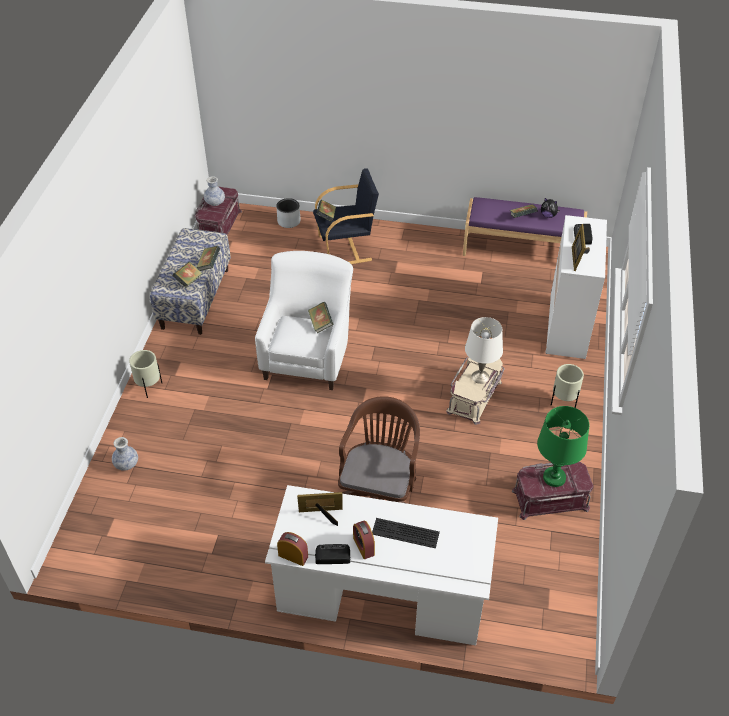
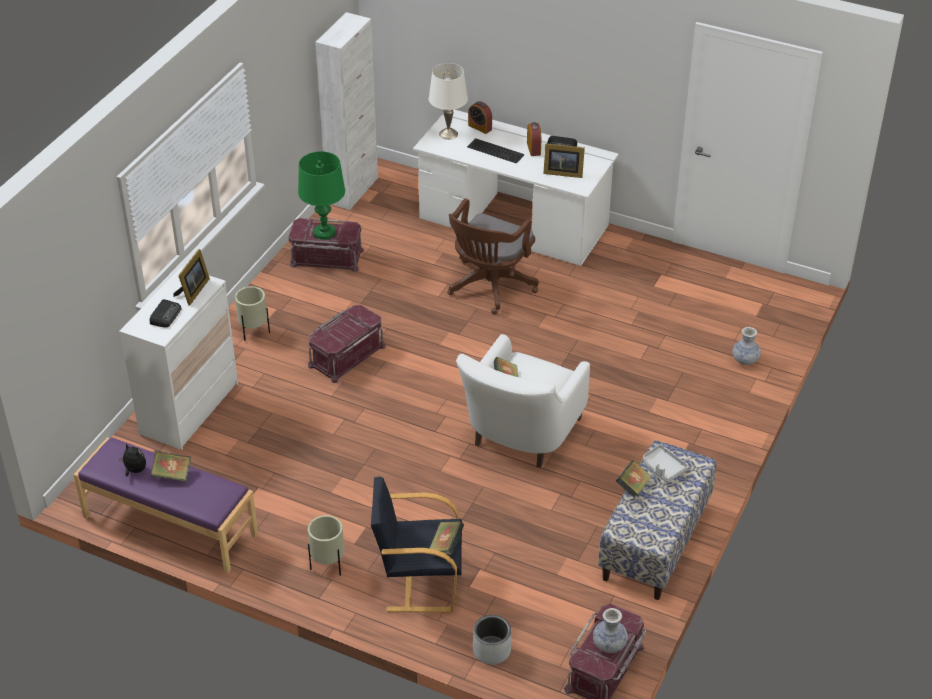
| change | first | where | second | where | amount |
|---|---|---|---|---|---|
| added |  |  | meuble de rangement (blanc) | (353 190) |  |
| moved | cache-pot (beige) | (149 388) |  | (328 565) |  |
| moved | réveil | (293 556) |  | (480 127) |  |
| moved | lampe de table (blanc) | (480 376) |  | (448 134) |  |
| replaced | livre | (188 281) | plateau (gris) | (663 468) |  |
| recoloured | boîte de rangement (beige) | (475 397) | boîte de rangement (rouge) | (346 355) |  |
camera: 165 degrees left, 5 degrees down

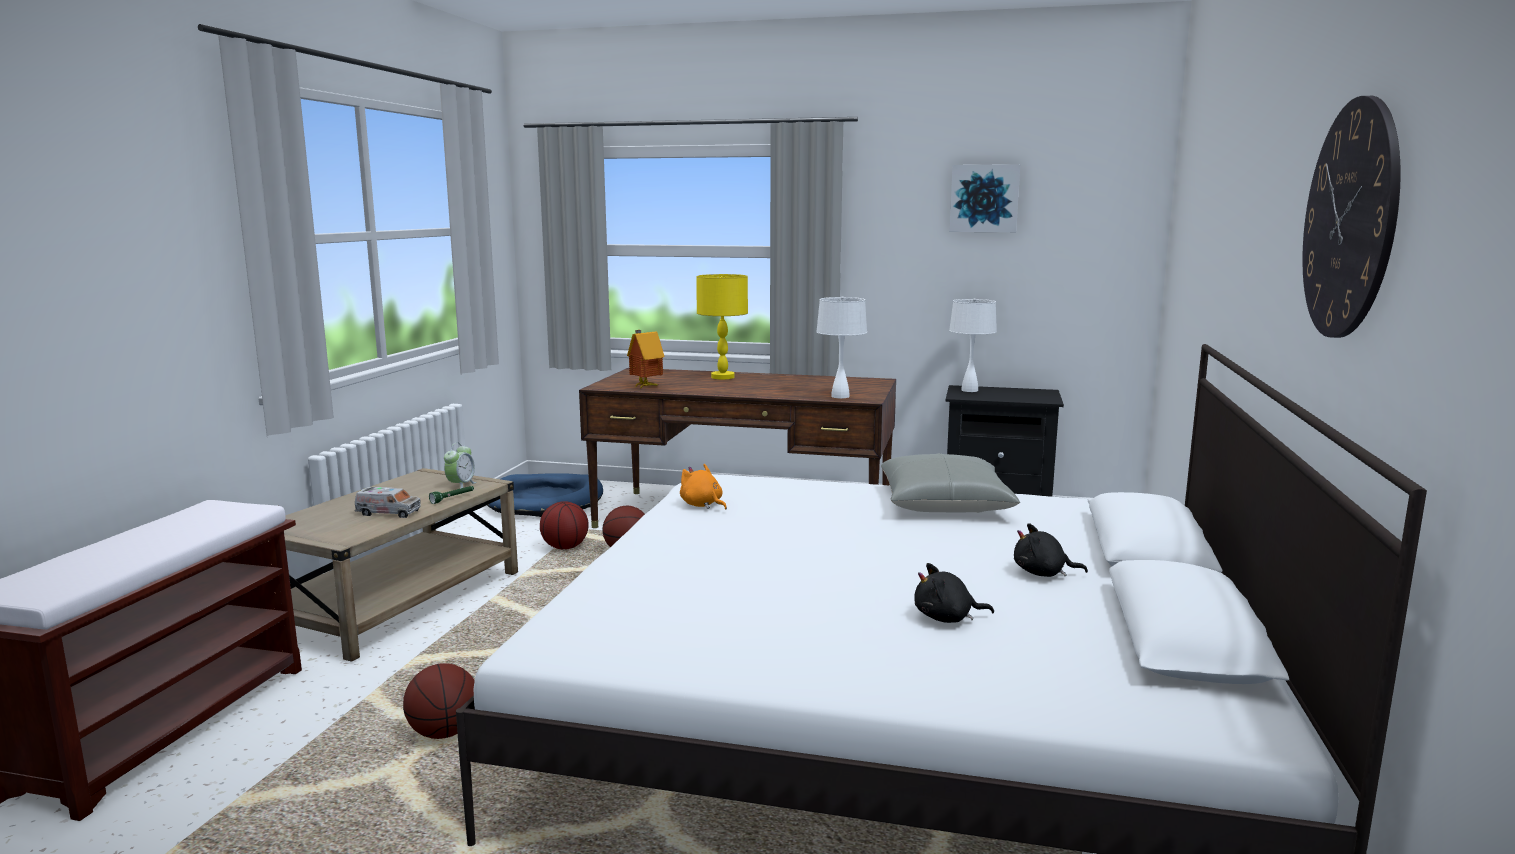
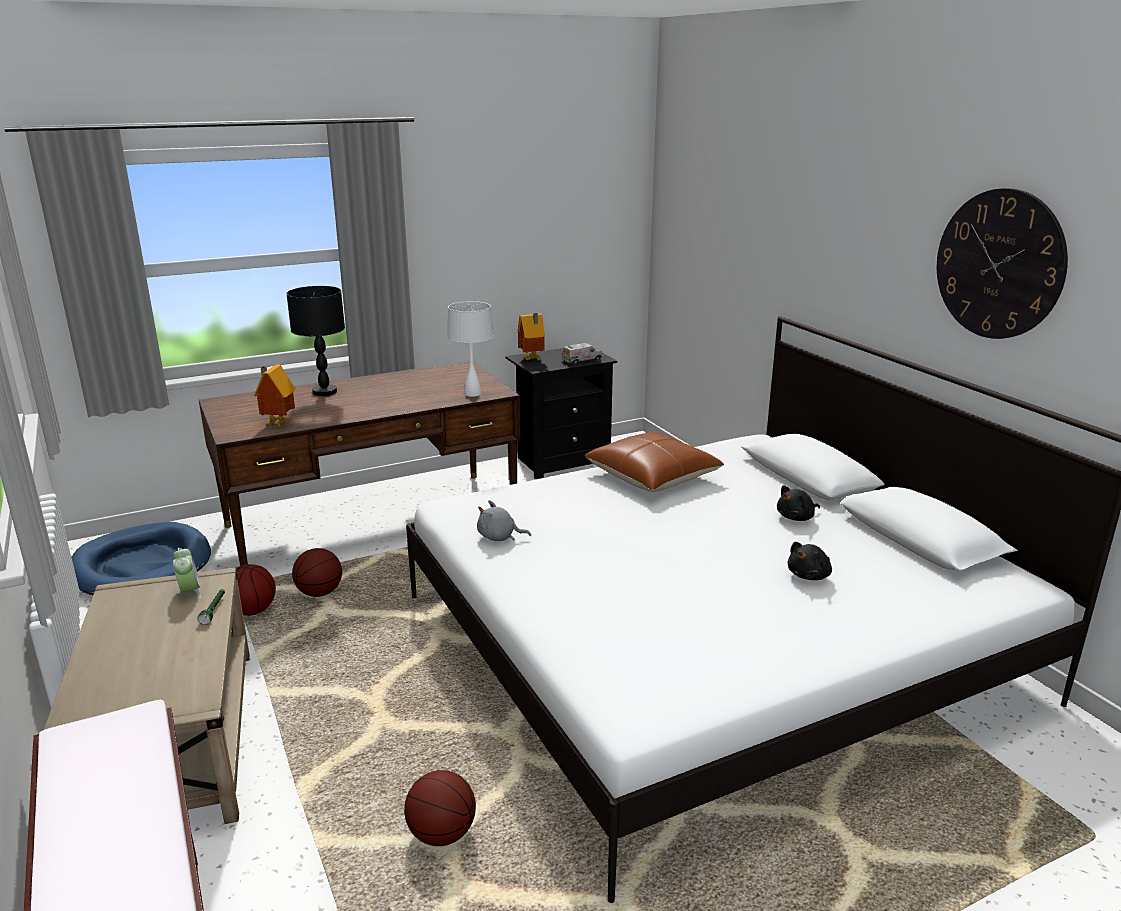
| change | first | where | second | where | amount |
|---|---|---|---|---|---|
| removed | tableau | (984 198) |  |  |  |
| moved | camion jouet | (388 513) |  | (581 360) |  |
| replaced | lampe de table (blanc) | (970 390) | maison miniature | (532 359) |  |
| recoloured | peluche (orange) | (702 505) | peluche (gris) | (499 537) |  |
| recoloured | lampe de table (jaune) | (722 377) | lampe de table (noir) | (325 392) |  |
| recoloured | coussin (gris) | (944 503) | coussin (marron) | (652 476) |  |
camera: 40 degrees left, 10 degrees up

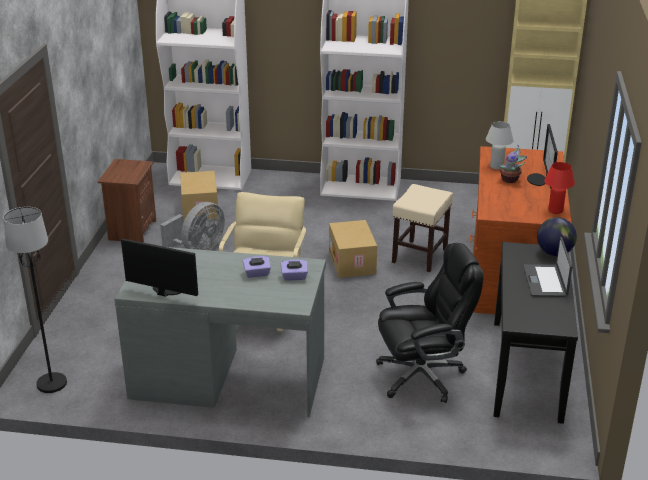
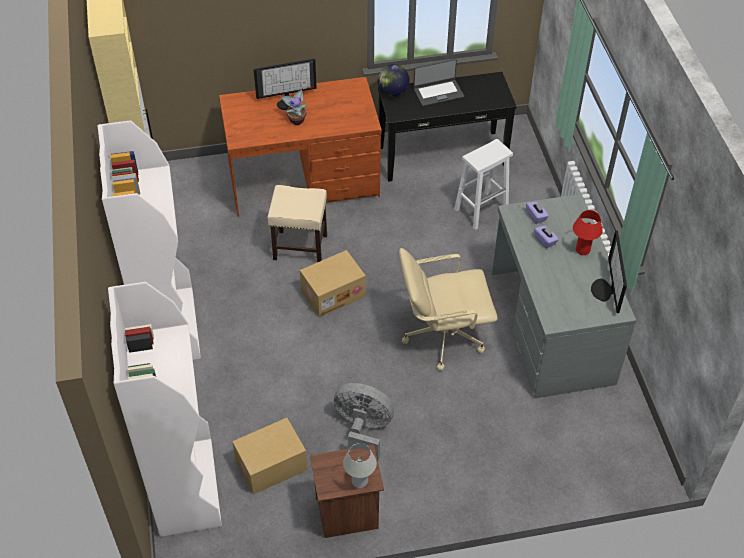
| change | first | where | second | where | amount |
|---|---|---|---|---|---|
| removed | lampadaire (noir) | (51 383) |  |  |  |
| moved | lampe de table (blanc) | (496 166) |  | (359 481) |  |
| moved | lampe de table (rouge) | (555 210) |  | (582 250) |  |
| replaced | chaise de bureau (noir) | (422 376) | tabouret (blanc) | (481 210) |  |
camera: 110 degrees left, 20 degrees up

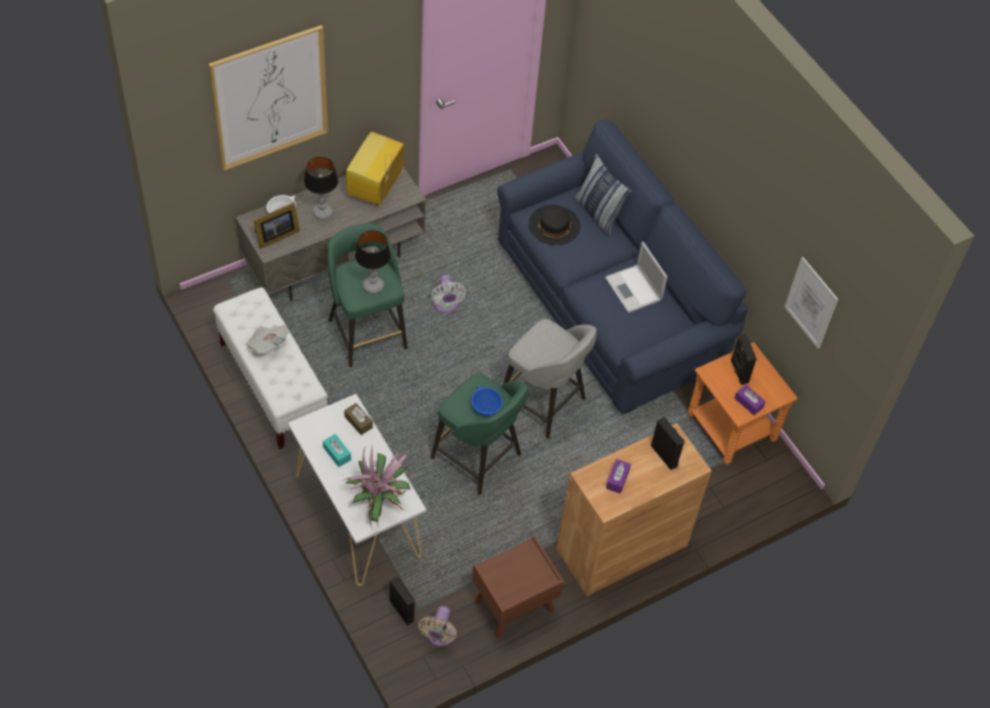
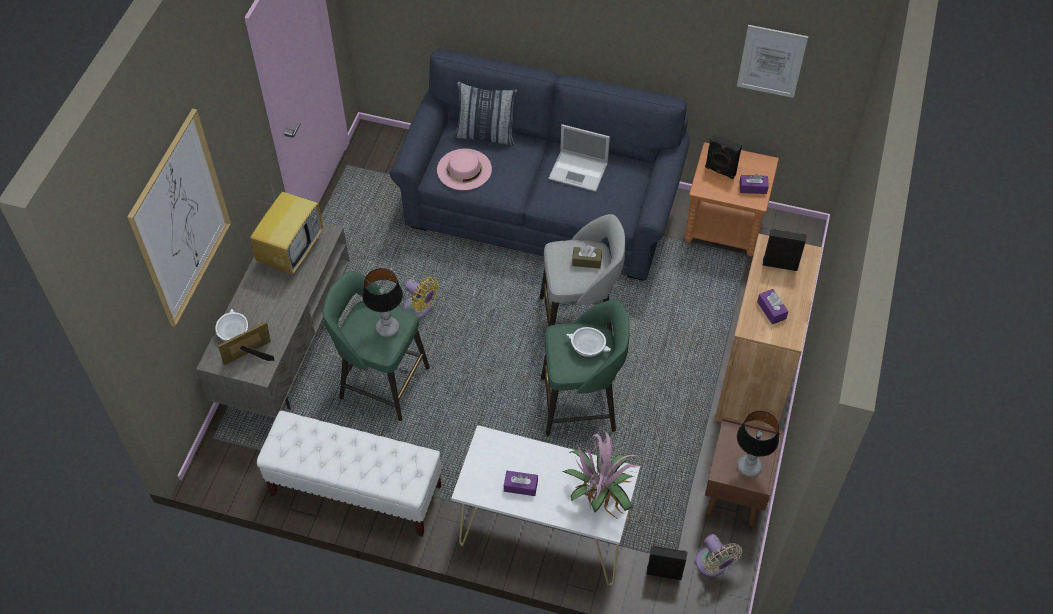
| change | first | where | second | where | amount |
|---|---|---|---|---|---|
| removed | journal | (268 344) |  |  |  |
| moved | lampe de table | (323 213) |  | (749 467) |  |
| moved | boîte à mouchoirs (marron) | (358 422) |  | (586 261) |  |
| recoloured | boîte à mouchoirs (turquoise) | (337 453) | boîte à mouchoirs (violet) | (520 486) |  |
| recoloured | ventilateur (blanc) | (446 305) | ventilateur (jaune) | (420 308) |  |
| recoloured | bol (bleu) | (485 407) | bol (blanc) | (587 347) |  |
| recoloured | chapeau (noir) | (554 225) | chapeau (rose) | (464 169) |  |
| turned | cadre photo | (275 236) |  | (251 356) | 135 degrees counterclockwise |
| turned | téléviseur | (376 188) |  | (291 250) | 135 degrees counterclockwise |
camera: 40 degrees left, 0 degrees up

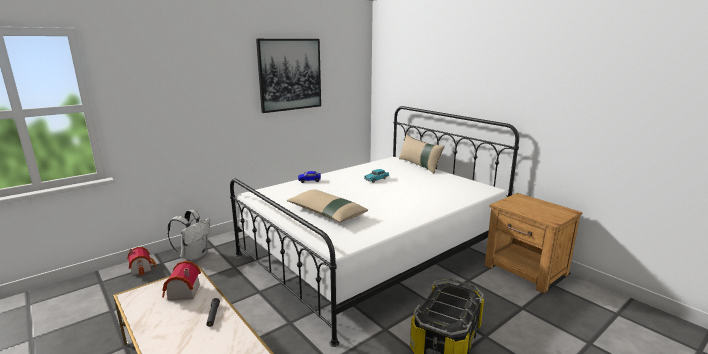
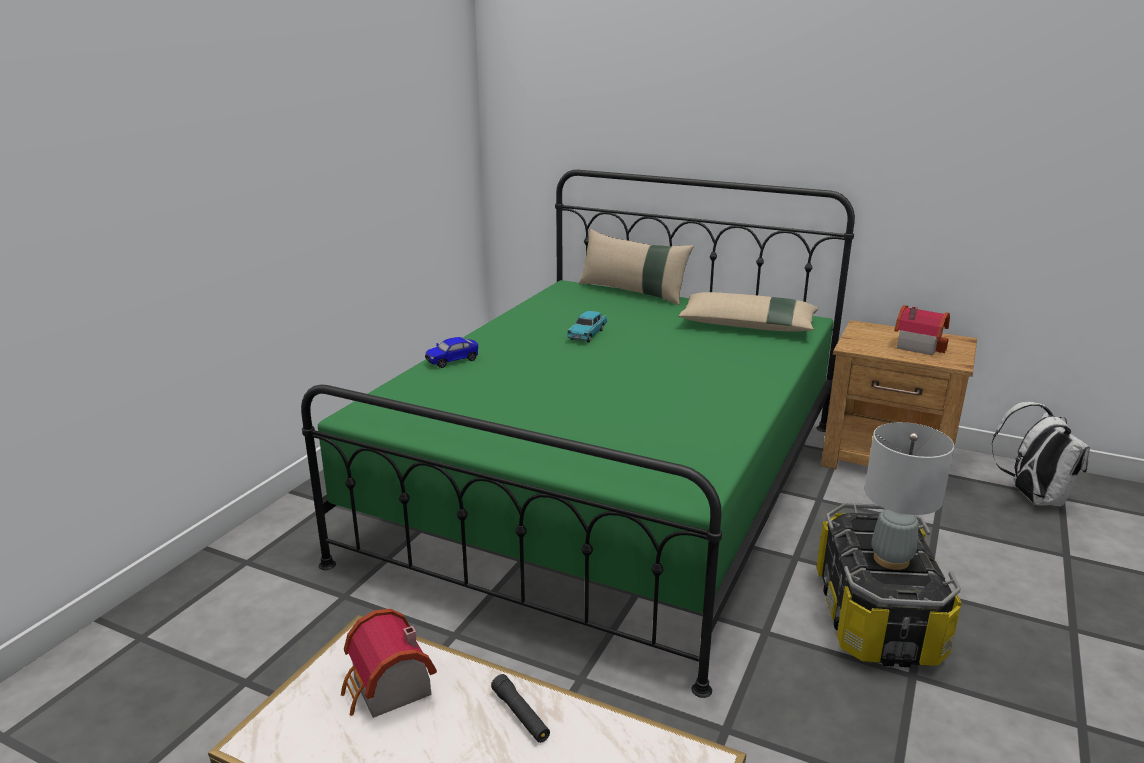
| change | first | where | second | where | amount |
|---|---|---|---|---|---|
| removed | tableau | (290 74) |  |  |  |
| added |  |  | lampe de table (gris) | (891 559) |  |
| moved | maison miniature | (142 268) |  | (918 345) |  |
| moved | sac à dos (blanc) | (194 256) |  | (1032 497) |  |
| moved | coussin (beige) | (326 213) |  | (747 326) |  |
| recoloured | lit (blanc) | (372 251) | lit (vert) | (609 487) |  |
camera: 25 degrees left, 5 degrees up

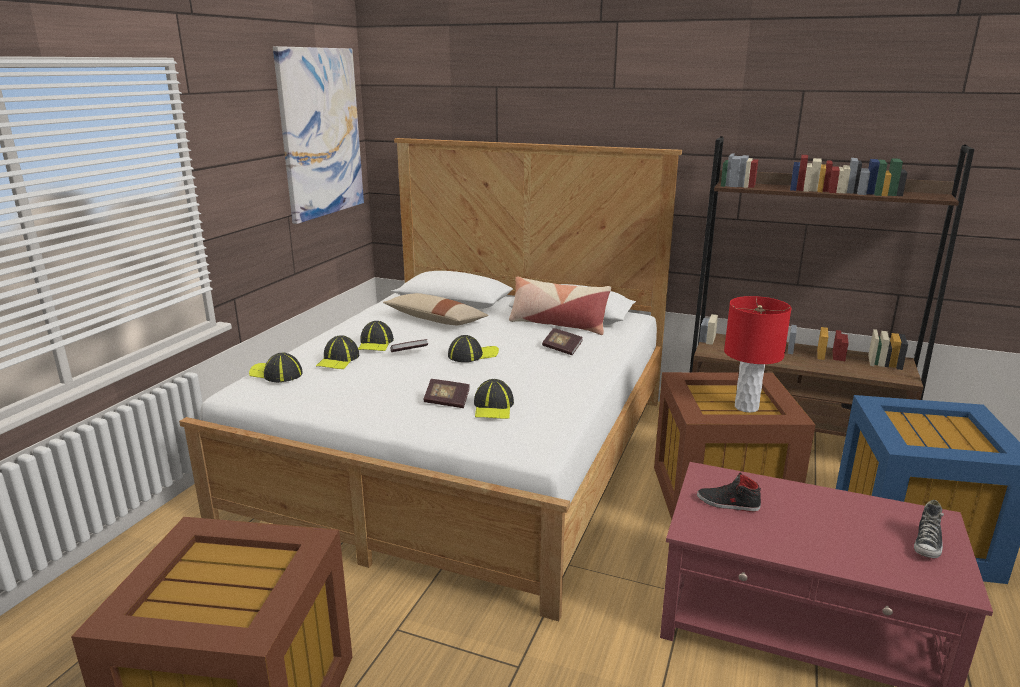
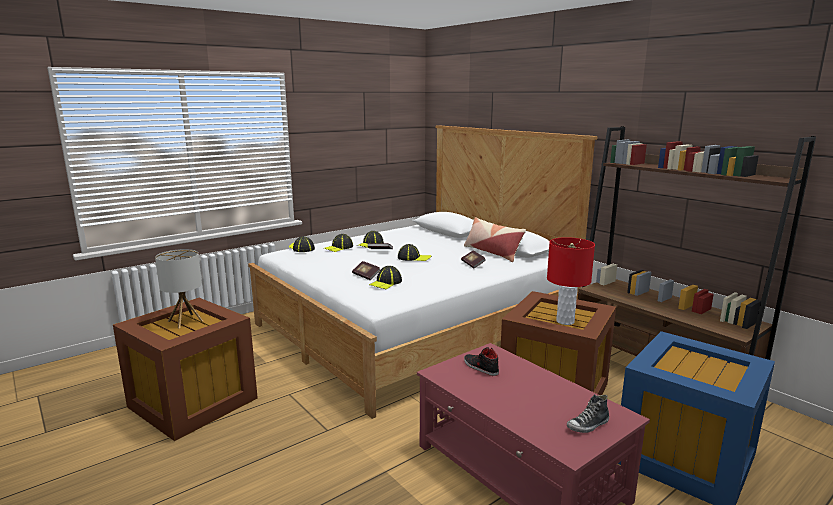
| change | first | where | second | where | amount |
|---|---|---|---|---|---|
| removed | tableau | (320 133) |  |  |  |
| removed | coussin (beige) | (435 320) |  |  |  |
| added |  |  | lampe de table | (185 321) |  |
camera: 30 degrees right, 5 degrees down

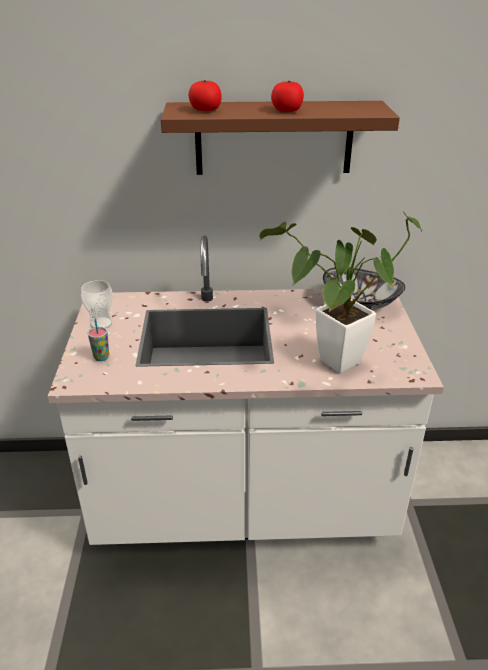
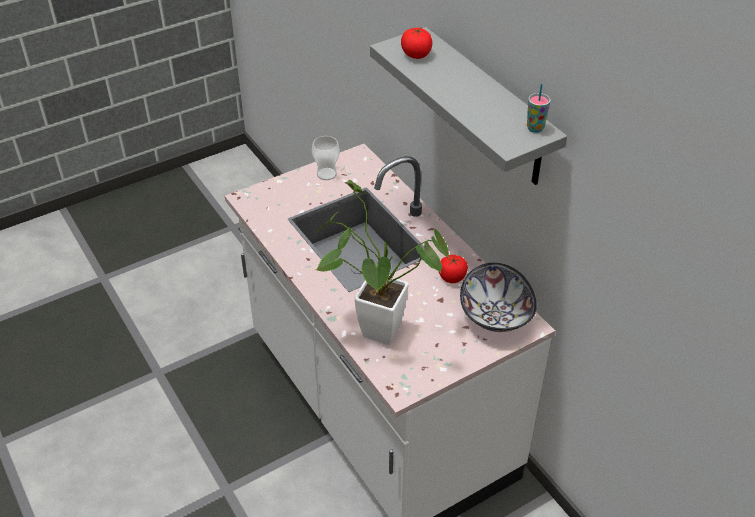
| change | first | where | second | where | amount |
|---|---|---|---|---|---|
| moved | tasse | (101 357) |  | (535 128) |  |
| moved | tomate | (287 111) |  | (452 277) |  |
| recoloured | étagère (marron) | (274 138) | étagère (gris) | (488 109) |  |
camera: 60 degrees right, 10 degrees up

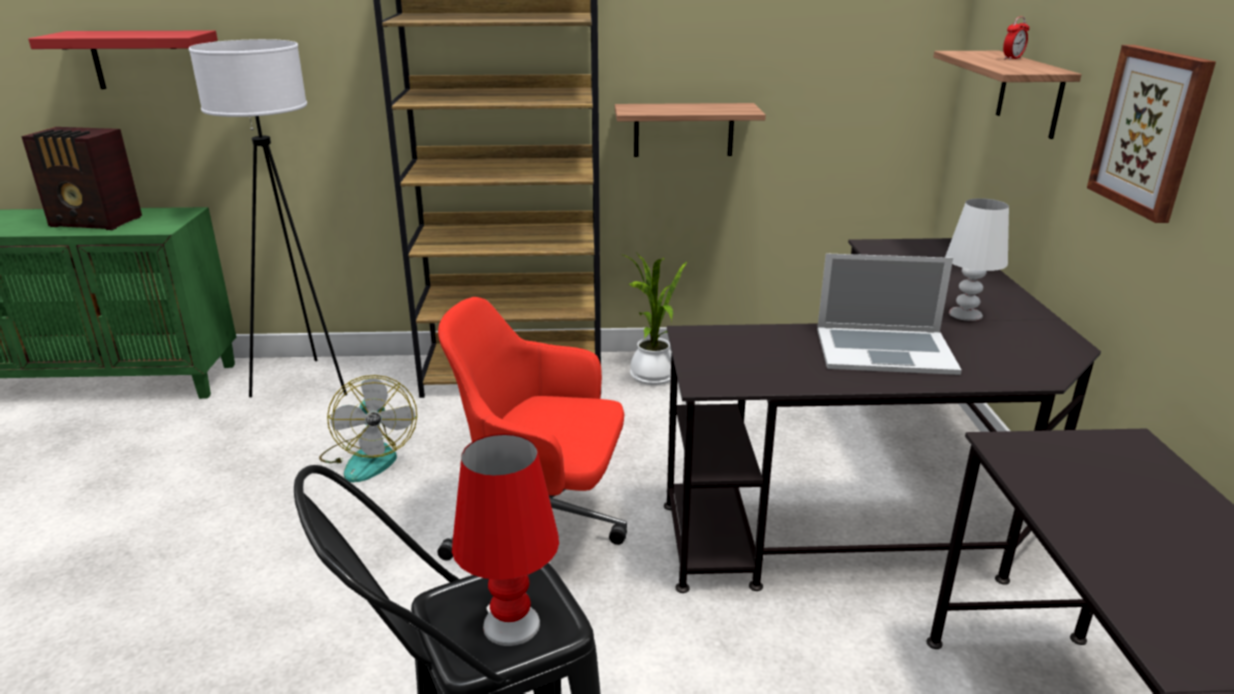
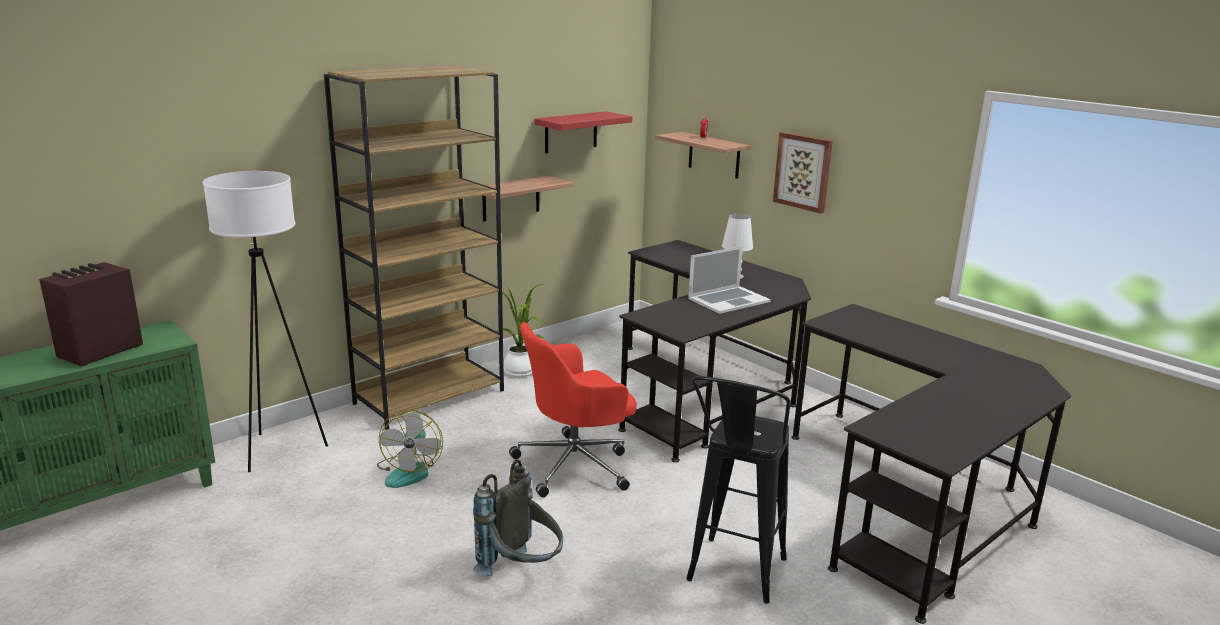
| change | first | where | second | where | amount |
|---|---|---|---|---|---|
| removed | lampe de table (rouge) | (512 624) |  |  |  |
| added |  |  | sac à dos (gris) | (522 571) |  |
| moved | étagère (rouge) | (147 60) |  | (571 132) |  |
| turned | radio | (96 222) |  | (98 351) | 150 degrees clockwise |
| turned | ventilateur | (369 457) |  | (410 471) | 60 degrees clockwise |
camera: 40 degrees left, 5 degrees down

